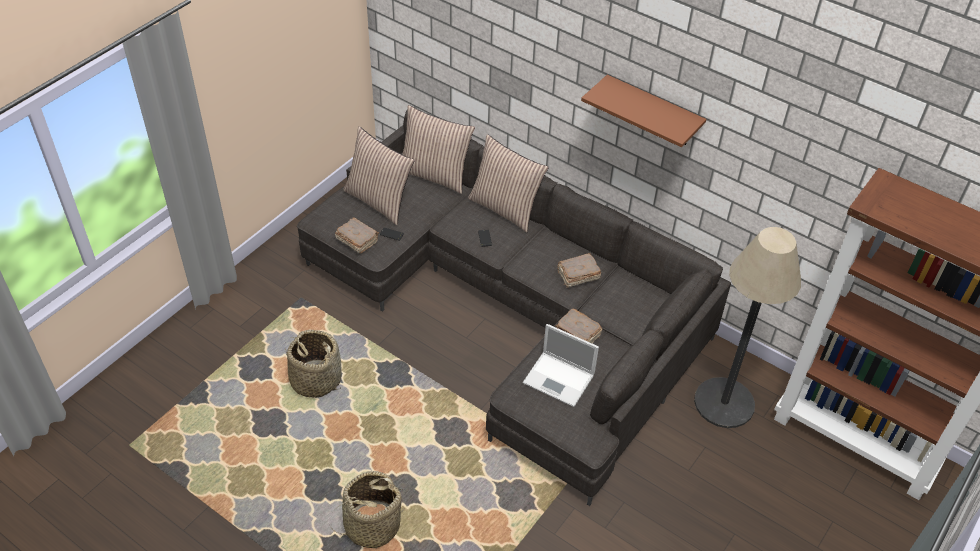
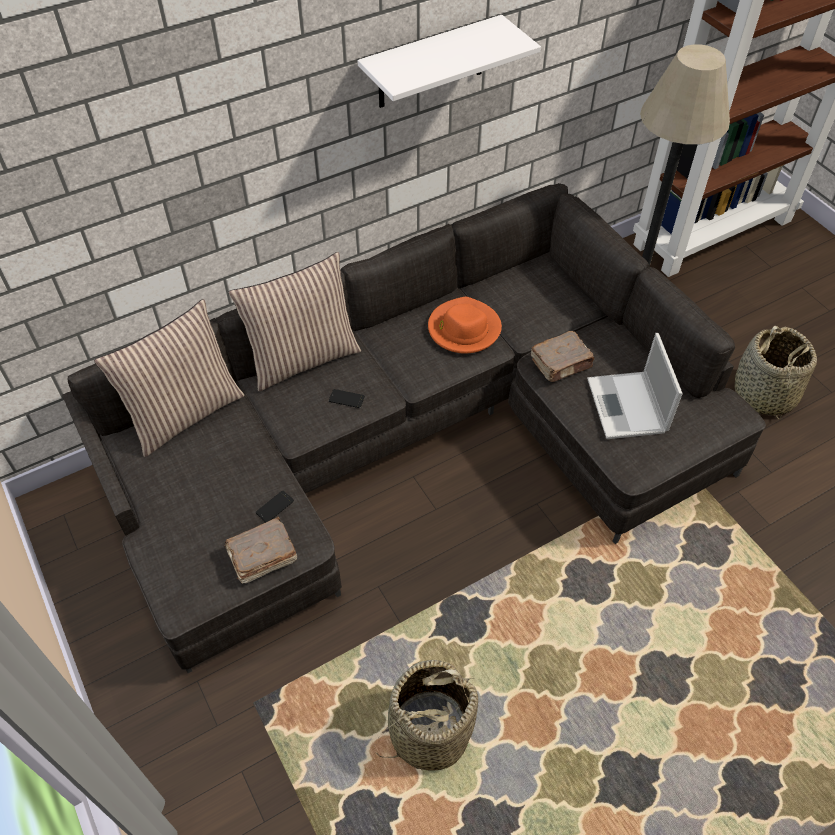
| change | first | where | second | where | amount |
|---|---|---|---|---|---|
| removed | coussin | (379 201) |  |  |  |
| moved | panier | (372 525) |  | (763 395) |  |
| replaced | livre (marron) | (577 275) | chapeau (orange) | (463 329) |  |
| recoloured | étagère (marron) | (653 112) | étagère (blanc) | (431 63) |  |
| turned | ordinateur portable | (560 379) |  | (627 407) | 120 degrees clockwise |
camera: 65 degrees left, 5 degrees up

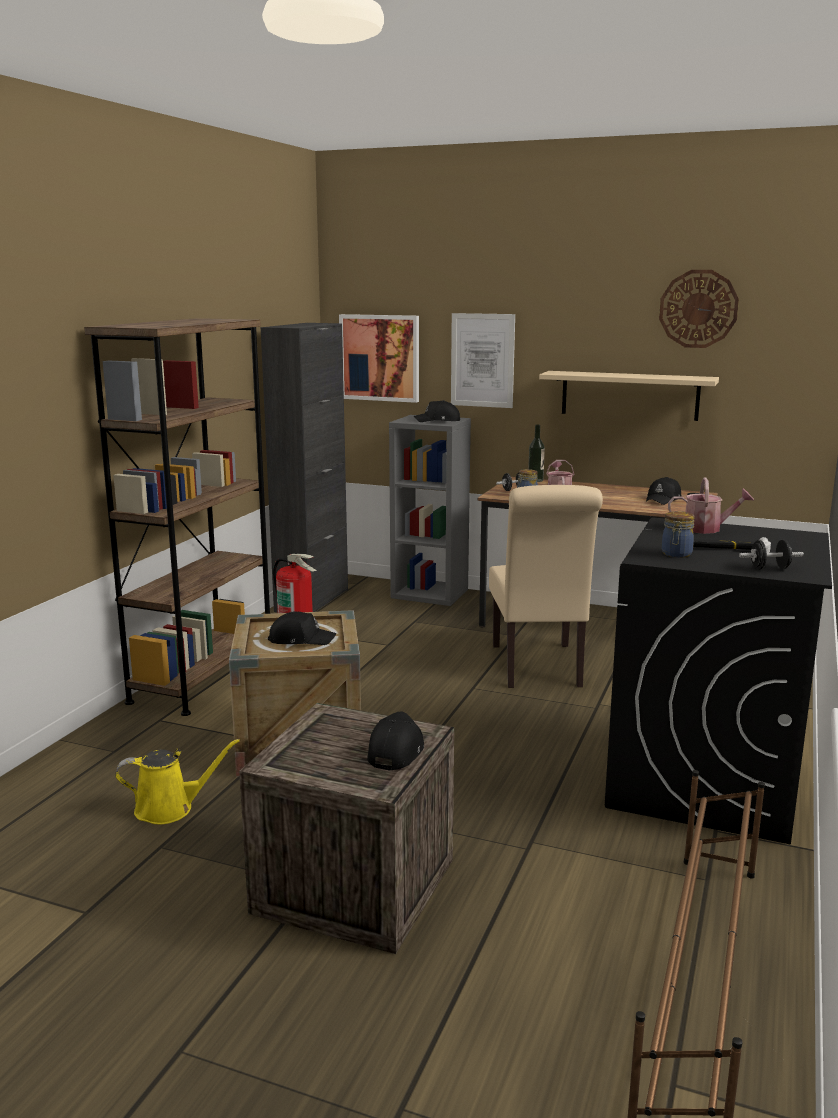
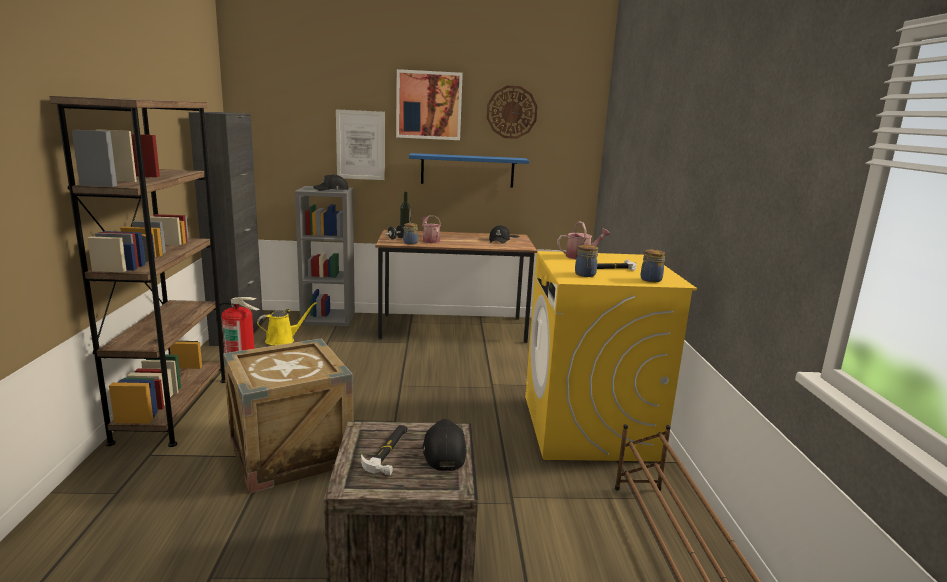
| change | first | where | second | where | amount |
|---|---|---|---|---|---|
| removed | casquette (noir) | (301 639) |  |  |  |
| removed | chaise (beige) | (538 668) |  |  |  |
| added |  |  | marteau | (389 451) |  |
| moved | arrosoir (jaune) | (170 808) |  | (283 340) |  |
| moved | tableau | (380 357) |  | (429 105) |  |
| replaced | haltère (noir) | (769 568) | bocal | (650 280) |  |
| recoloured | étagère (beige) | (629 395) | étagère (bleu) | (467 170) |  |
| recoloured | lave-linge (noir) | (704 781) | lave-linge (jaune) | (589 427) |  |
camera: 25 degrees left, 0 degrees up

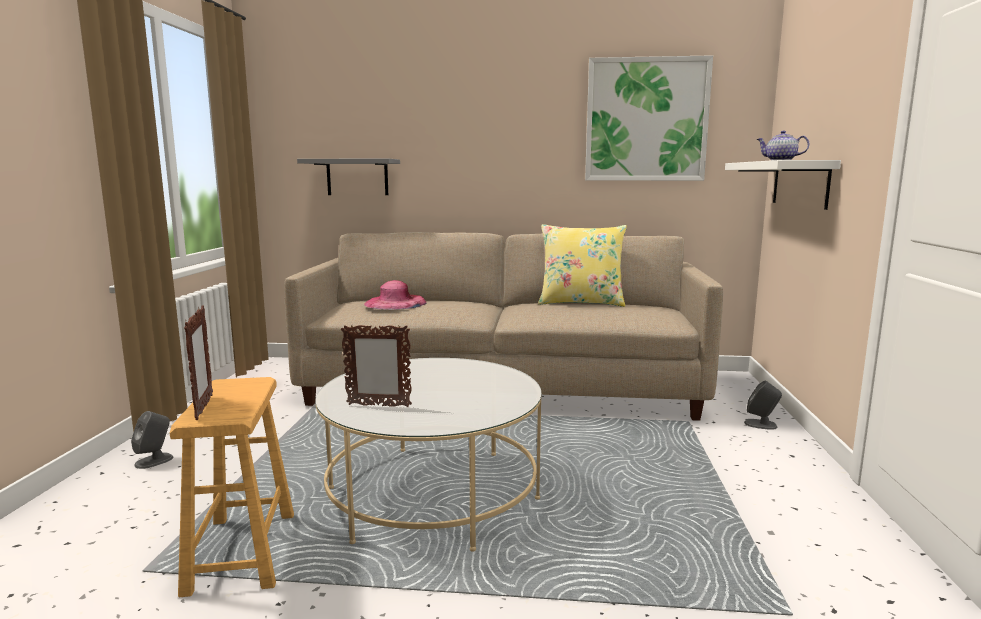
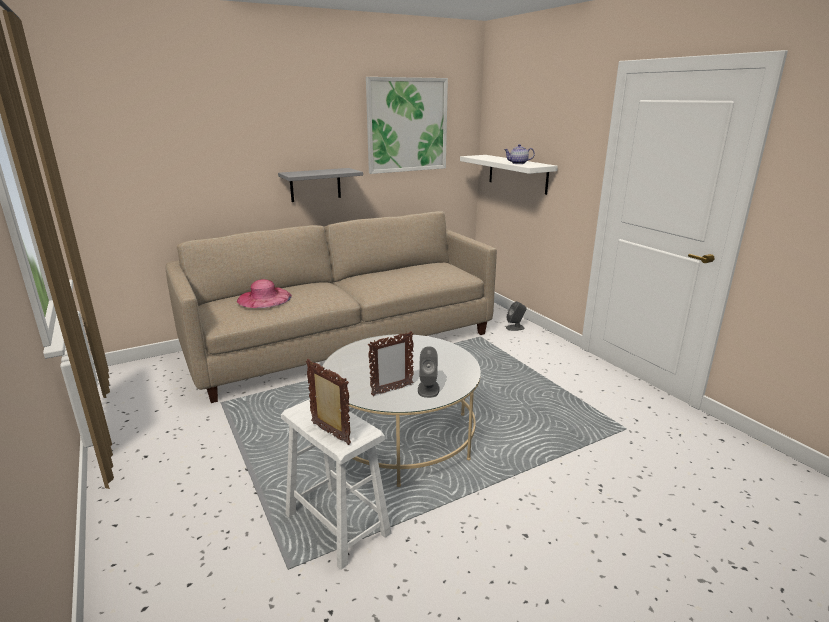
| change | first | where | second | where | amount |
|---|---|---|---|---|---|
| removed | coussin (jaune) | (581 302) |  |  |  |
| moved | enceinte (gris) | (154 461) |  | (428 389) |  |
| moved | étagère (gris) | (357 177) |  | (315 185) |  |
| recoloured | tabouret (marron) | (241 552) | tabouret (blanc) | (337 524) |  |
camera: 35 degrees left, 10 degrees up

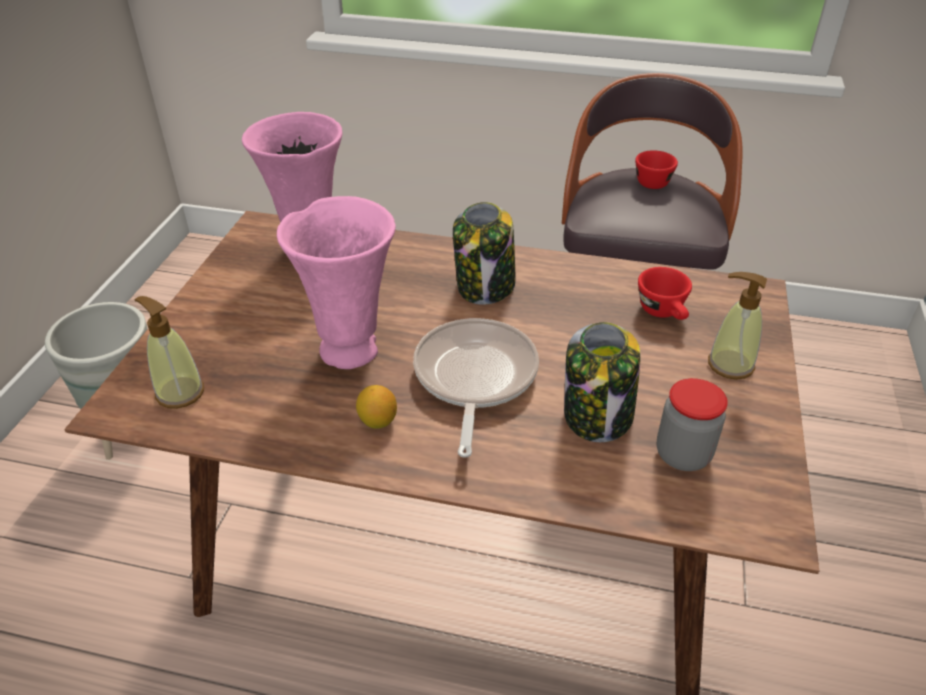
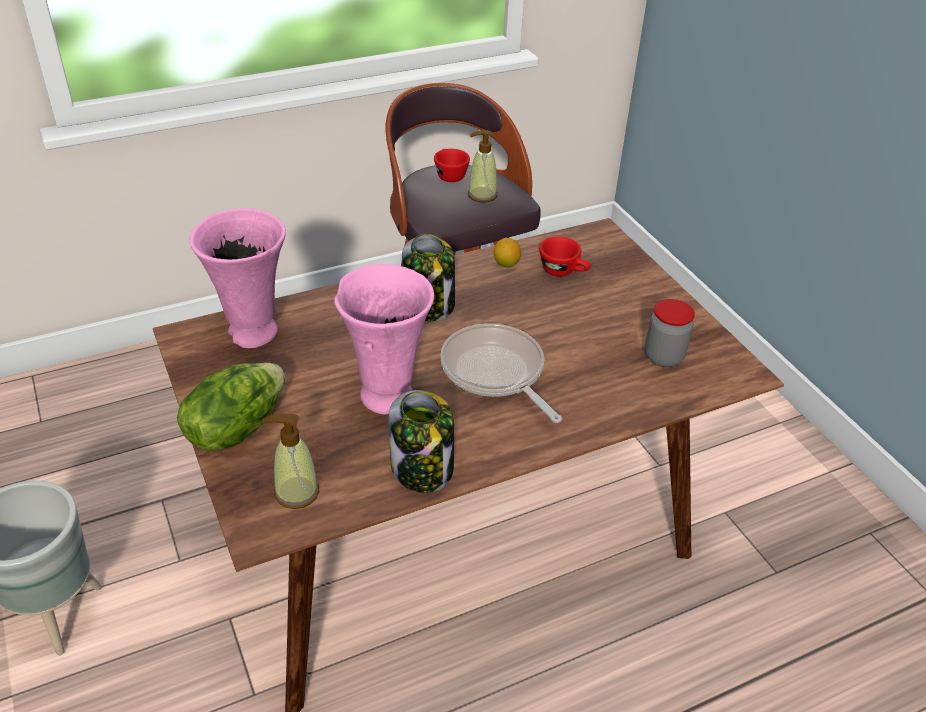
| change | first | where | second | where | amount |
|---|---|---|---|---|---|
| added |  |  | laitue | (235 428) |  |
| moved | citron | (377 421) |  | (506 264) |  |
| moved | bocal | (597 416) |  | (422 469) |  |
| moved | distributeur de savon | (730 364) |  | (482 195) |  |
camera: 40 degrees left, 0 degrees up

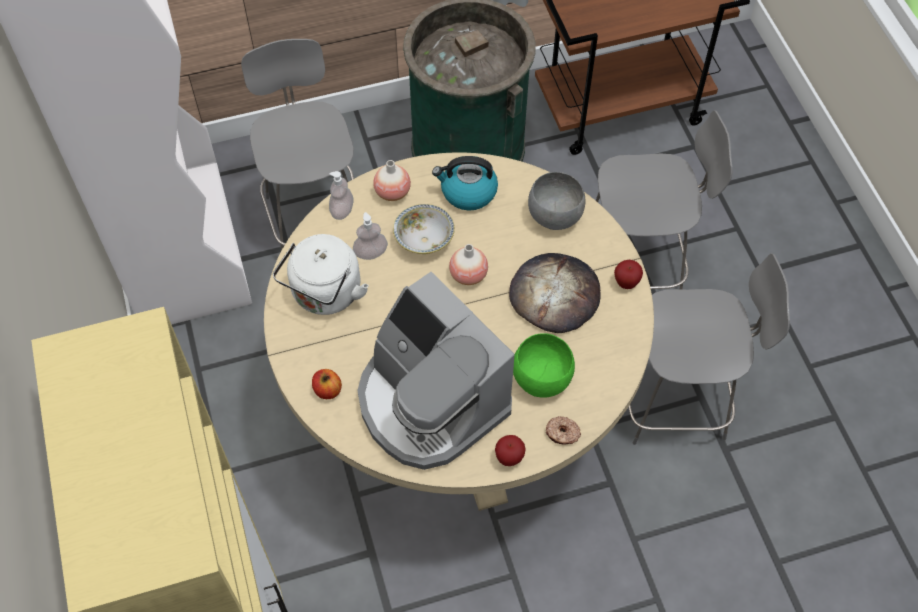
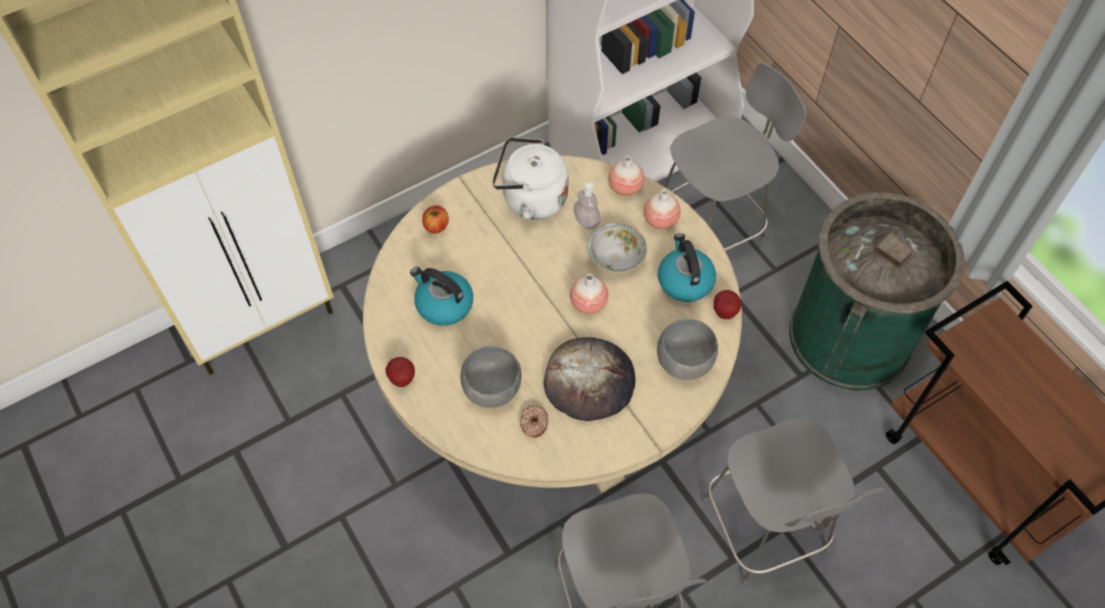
| change | first | where | second | where | amount |
|---|---|---|---|---|---|
| moved | beignet | (562 433) |  | (533 423) |  |
| moved | pomme | (626 283) |  | (724 313) |  |
| replaced | distributeur de savon | (342 210) | vase | (625 187) |  |
| replaced | machine à café | (430 402) | bouilloire | (443 304) |  |
| recoloured | bol (vert) | (541 377) | bol (gris) | (493 388) |  |
camera: 75 degrees right, 0 degrees up

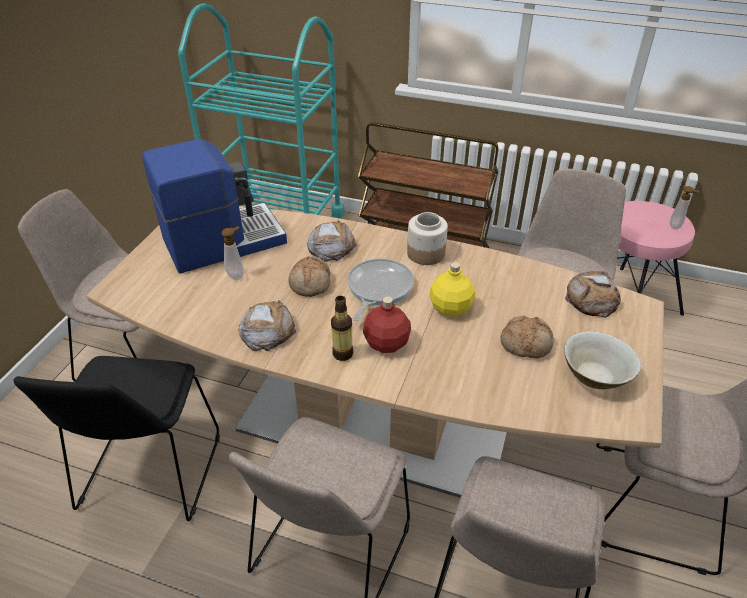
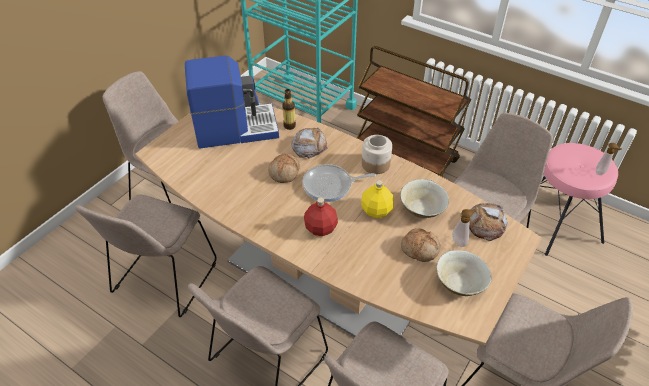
| change | first | where | second | where | amount |
|---|---|---|---|---|---|
| removed | pain | (267 330) |  |  |  |
| added |  |  | bol (beige) | (422 209) |  |
| moved | distributeur de savon | (237 275) |  | (460 242) |  |
| moved | bouteille | (342 354) |  | (289 126) |  |
| recoloured | chaise (noir) | (150 474) | chaise (beige) | (163 280) |  |
| turned | poêle | (378 289) |  | (330 186) | 135 degrees counterclockwise |
camera: 15 degrees right, 5 degrees up

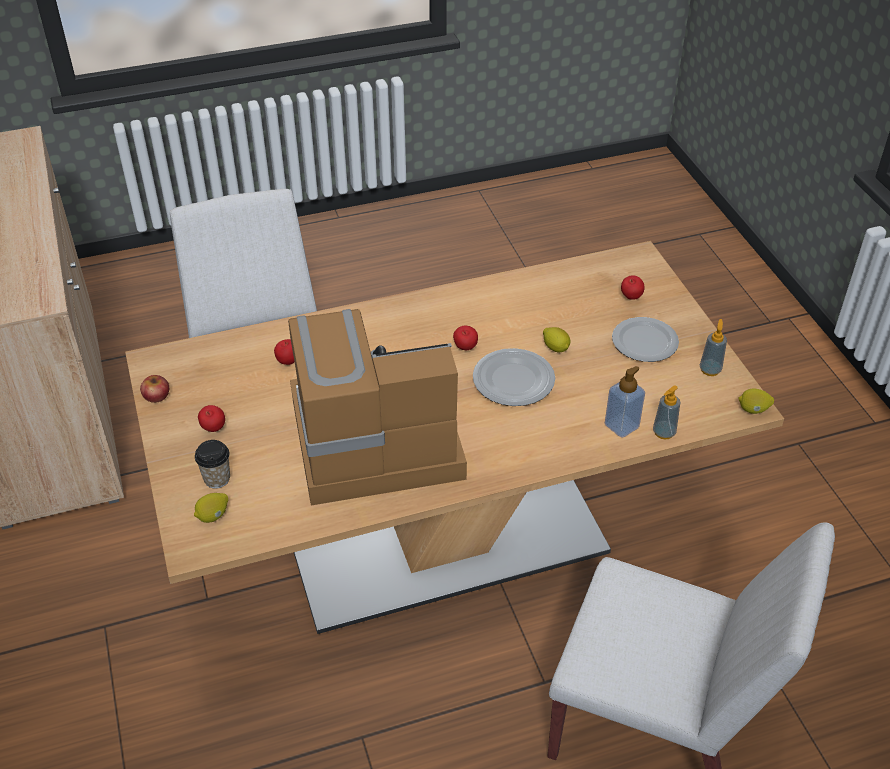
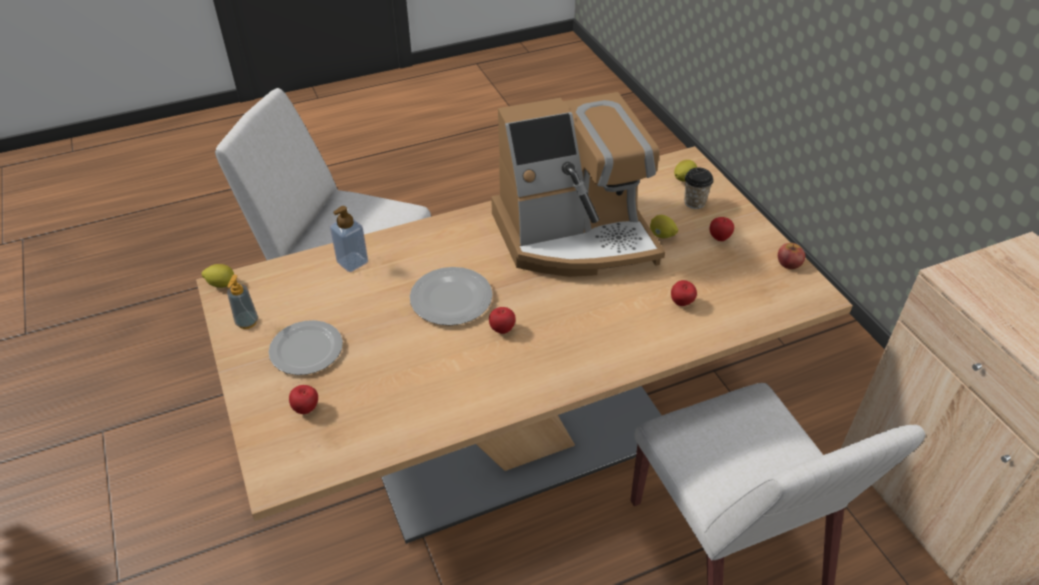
| change | first | where | second | where | amount |
|---|---|---|---|---|---|
| removed | distributeur de savon | (664 432) |  |  |  |
| moved | citron | (556 348) |  | (662 235) |  |
camera: 175 degrees right, 0 degrees up

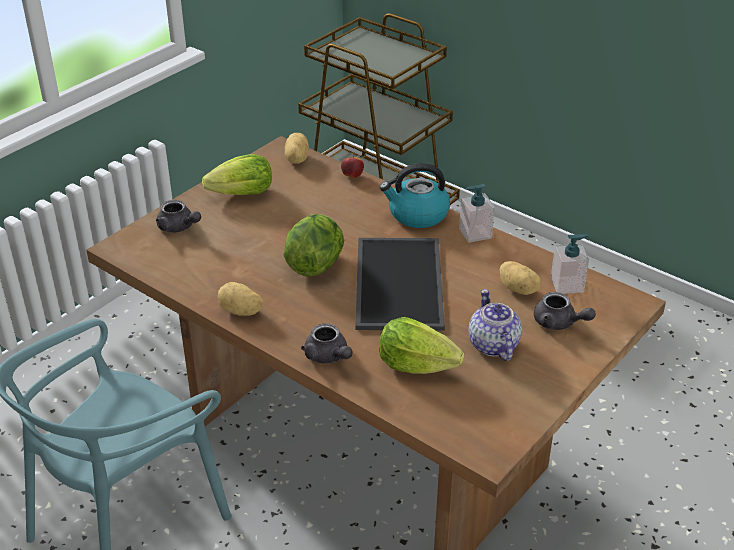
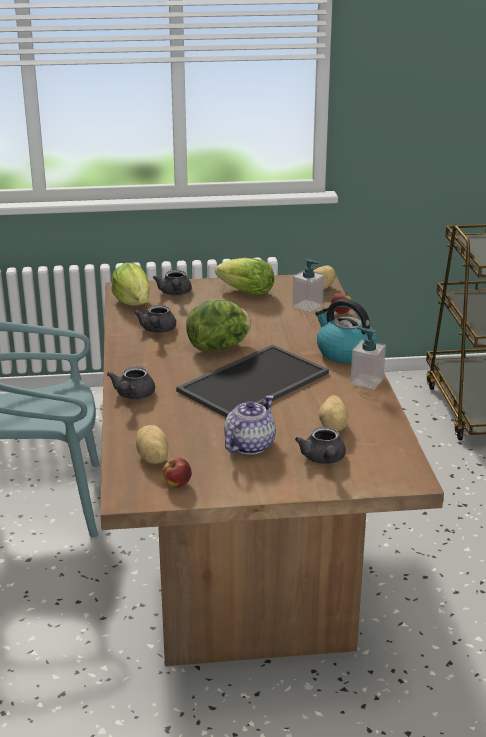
| change | first | where | second | where | amount |
|---|---|---|---|---|---|
| added |  |  | théière (gris) | (157 330) |  |
| added |  |  | pomme | (177 484) |  |
| moved | pomme de terre | (241 311) |  | (152 458) |  |
| moved | laitue | (416 365) |  | (133 303) |  |
| moved | distributeur de savon | (567 285) |  | (307 305) |  |
camera: 45 degrees right, 10 degrees down

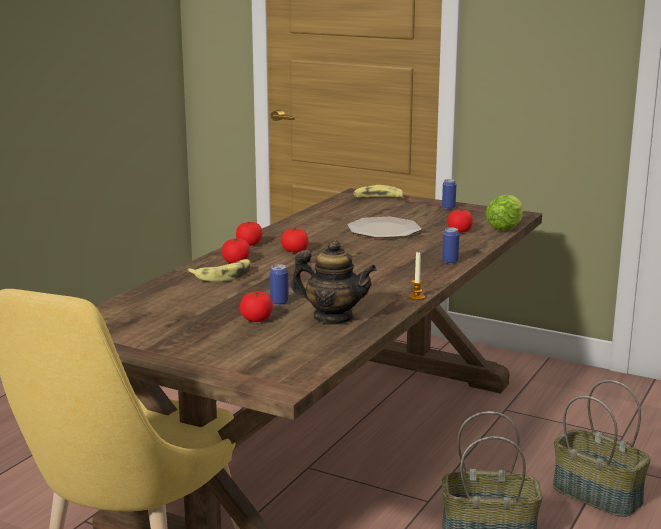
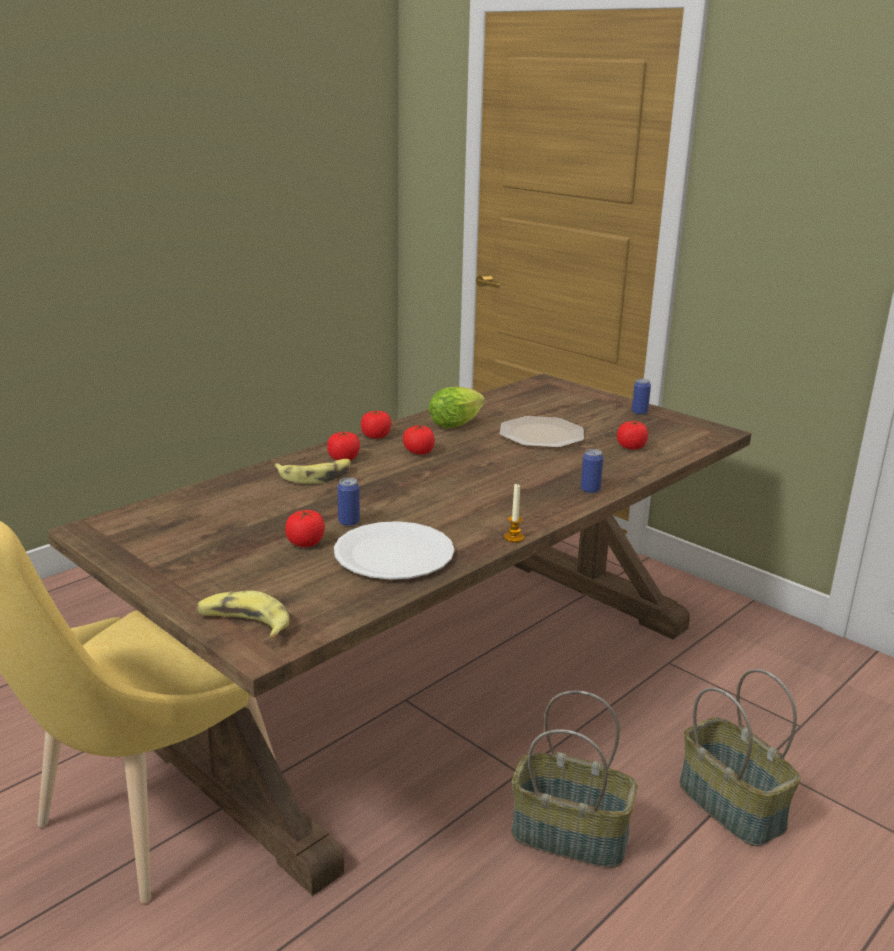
| change | first | where | second | where | amount |
|---|---|---|---|---|---|
| moved | banane | (378 199) |  | (244 624) |  |
| moved | laitue | (506 227) |  | (458 424) |  |
| replaced | théière | (333 317) | assiette (blanc) | (394 554) |  |
camera: 15 degrees right, 5 degrees up

